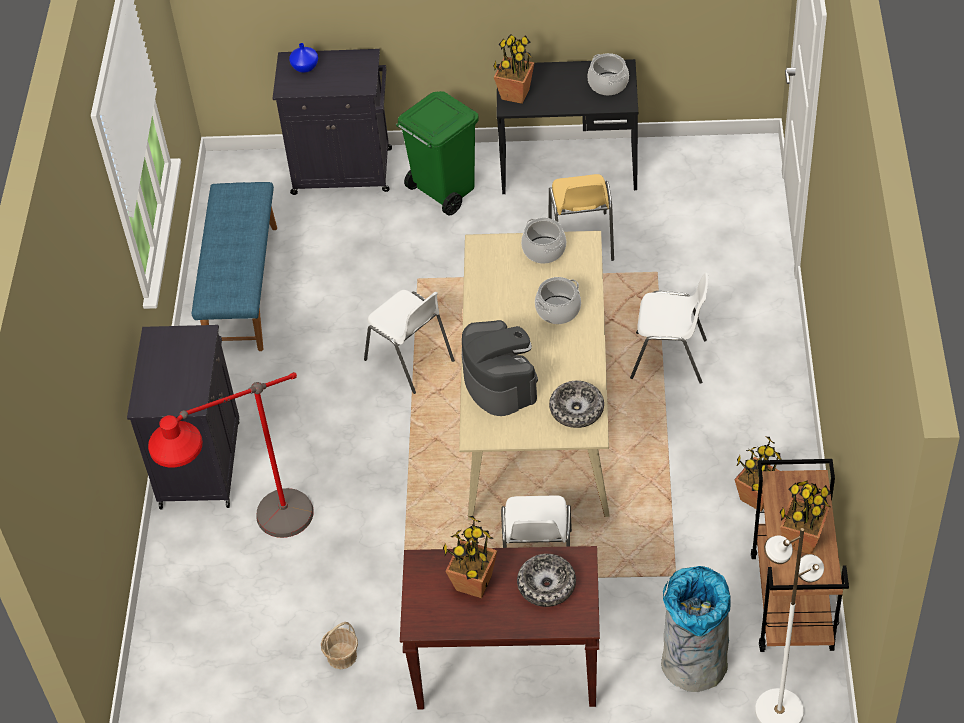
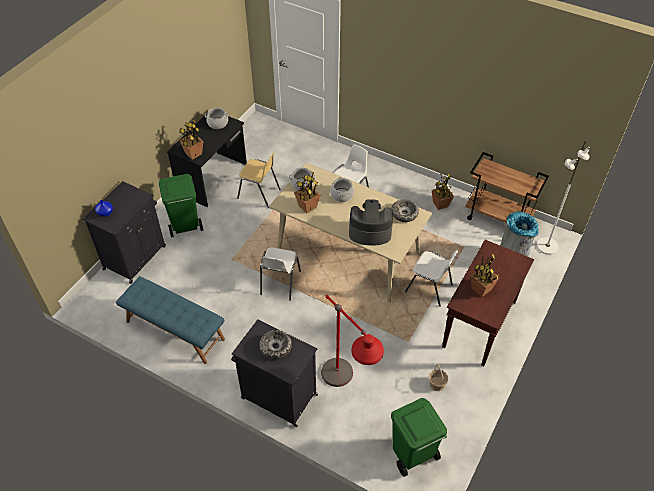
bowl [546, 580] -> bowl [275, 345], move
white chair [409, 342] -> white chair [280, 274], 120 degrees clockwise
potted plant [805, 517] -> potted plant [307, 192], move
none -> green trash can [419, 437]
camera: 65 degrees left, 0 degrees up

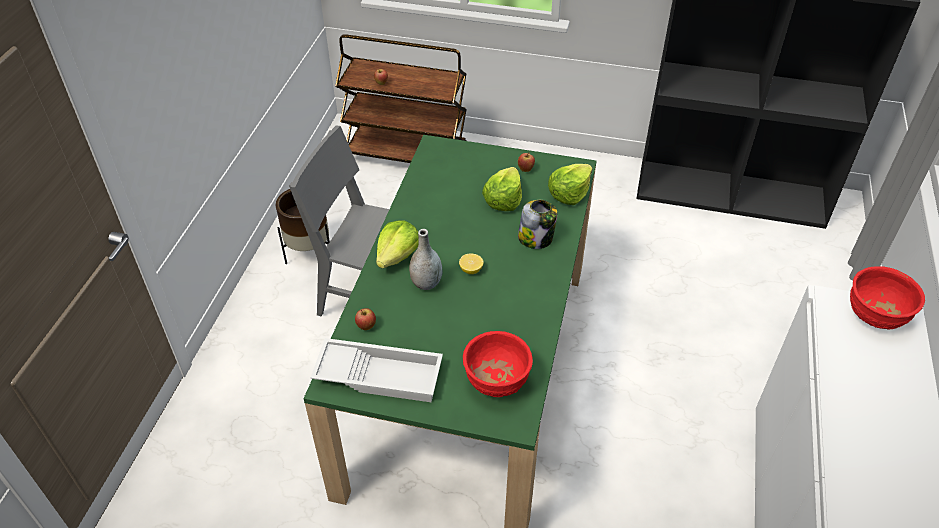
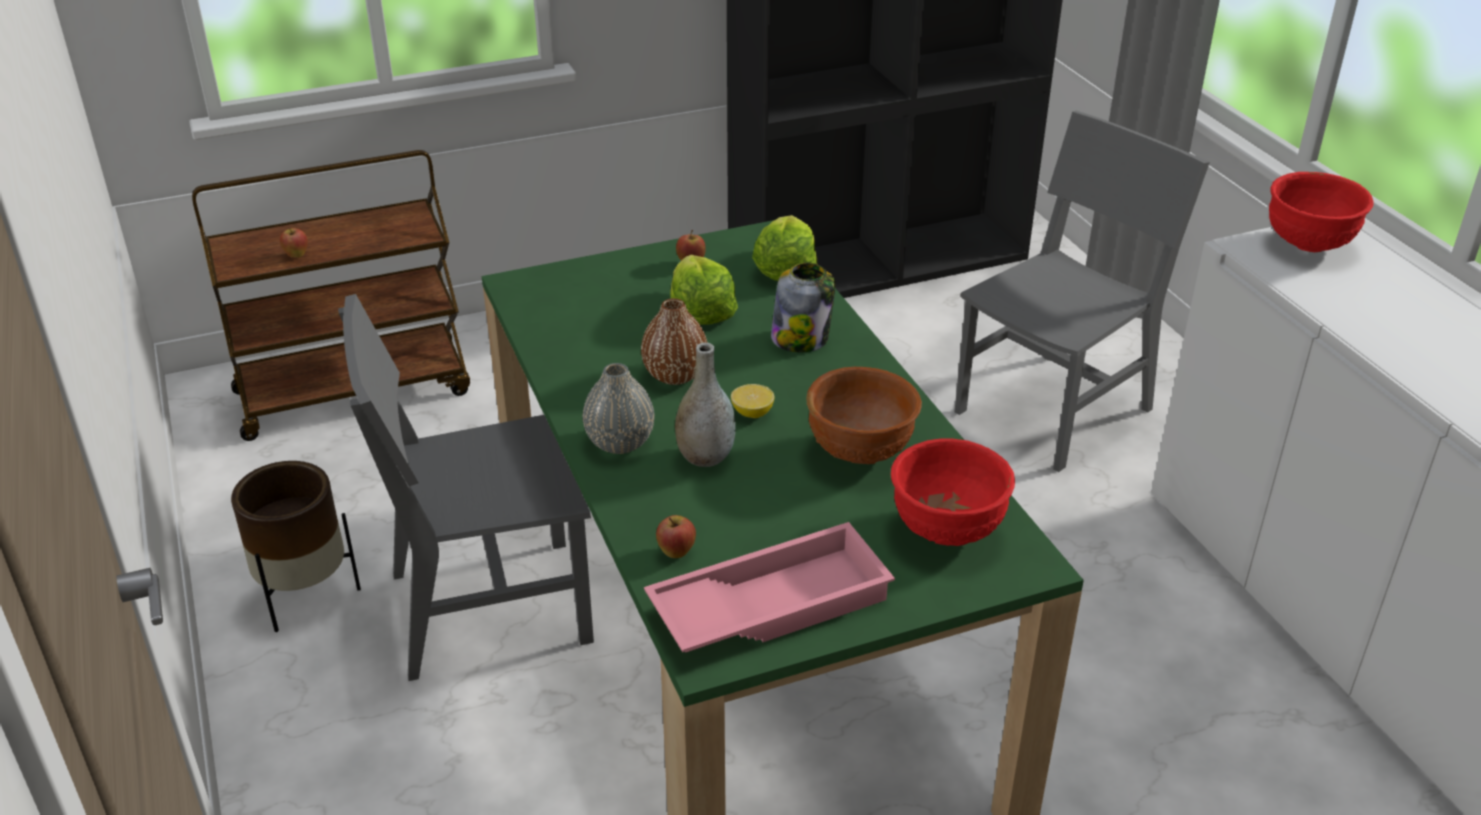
lettuce [397, 244] -> grey vase [618, 408]
none -> brown vase [674, 341]
white tray [376, 370] -> pink tray [769, 587]
none -> brown bowl [864, 415]
none -> grey chair [1082, 291]
camera: 35 degrees left, 10 degrees down

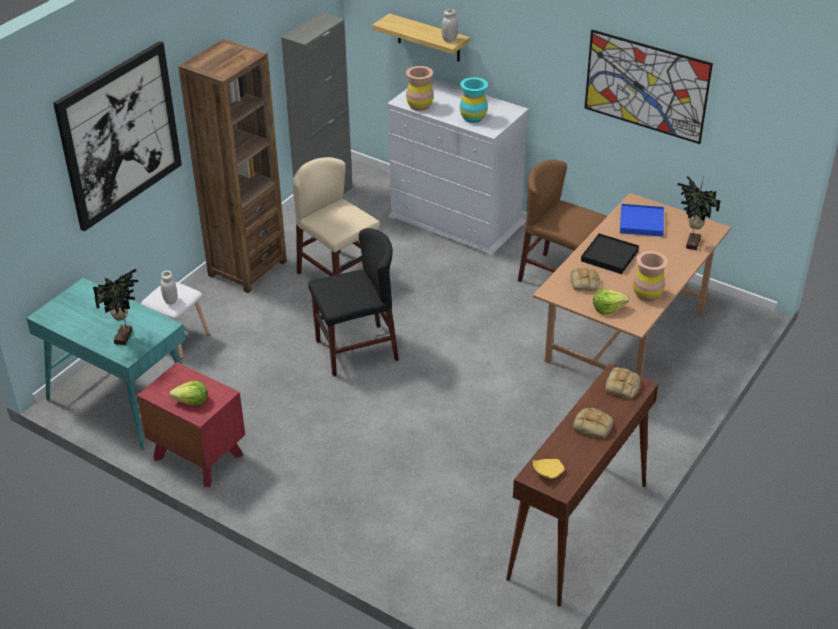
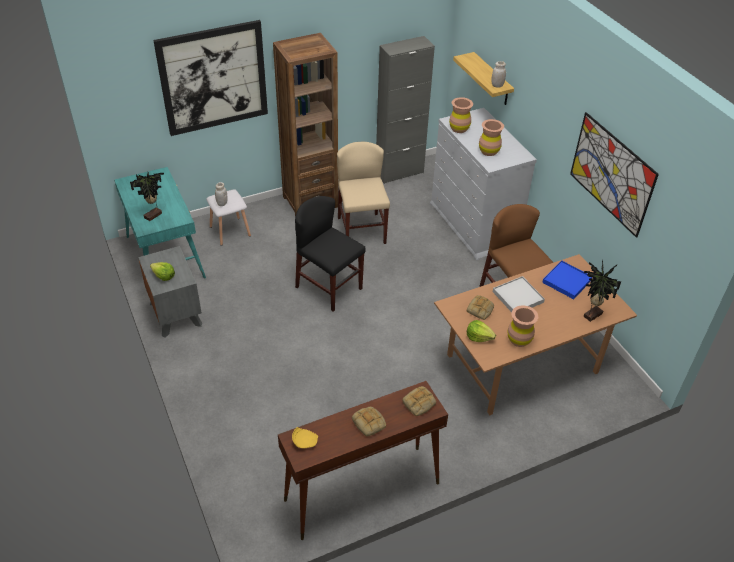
red nightstand [191, 424] -> grey nightstand [170, 292]
black chair [353, 302] -> black chair [330, 254], 150 degrees counterclockwise
turquoise vase [474, 100] -> brown vase [491, 137]
black tray [610, 253] -> white tray [519, 294]
camera: 30 degrees right, 5 degrees up

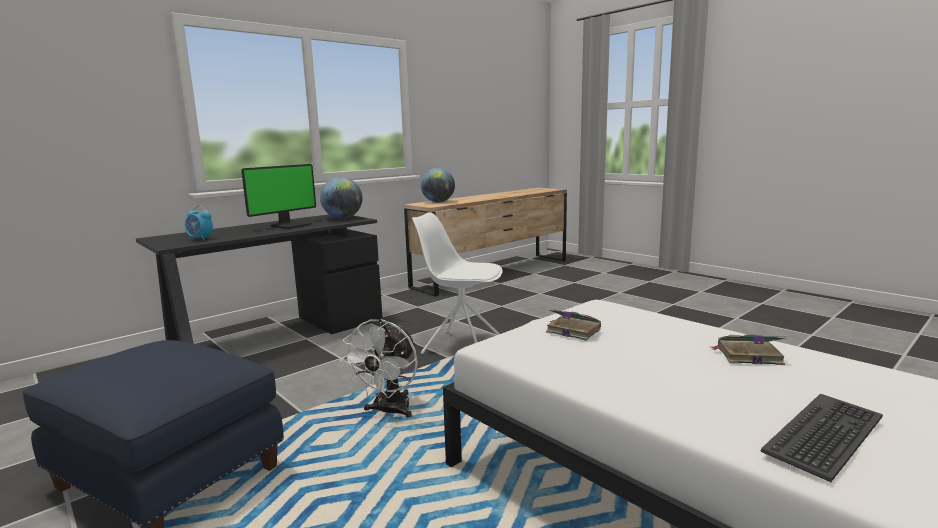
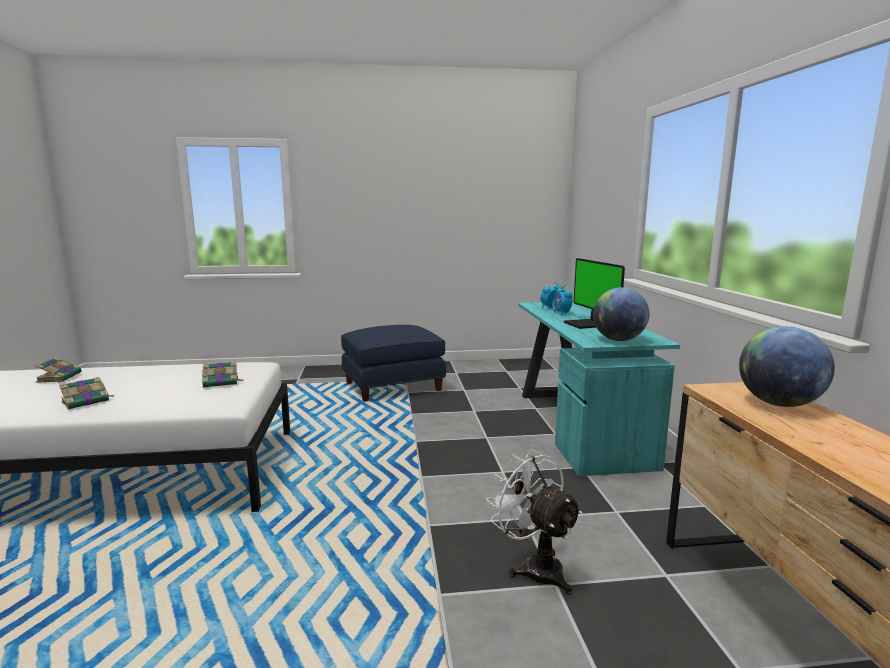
keyboard [821, 438] -> book [58, 370]
white fan [379, 368] -> white fan [534, 522], move
black desk [259, 279] -> turquoise desk [599, 388]
none -> alarm clock [562, 300]
white chair [457, 283] -> none
camera: 125 degrees right, 0 degrees up

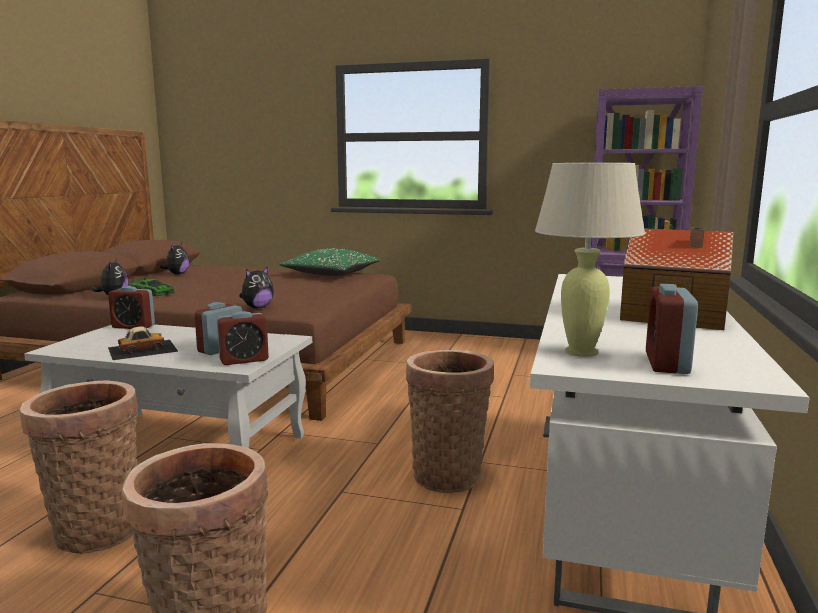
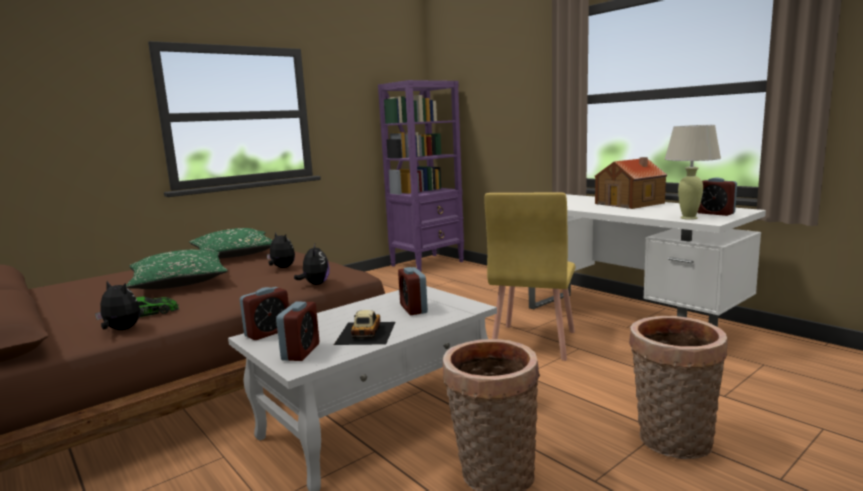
none -> green pillow [177, 269]
plush toy [174, 259] -> plush toy [281, 250], move
alarm clock [243, 338] -> alarm clock [297, 331], move
basket [450, 421] -> yellow chair [530, 277]
camera: 55 degrees left, 0 degrees up

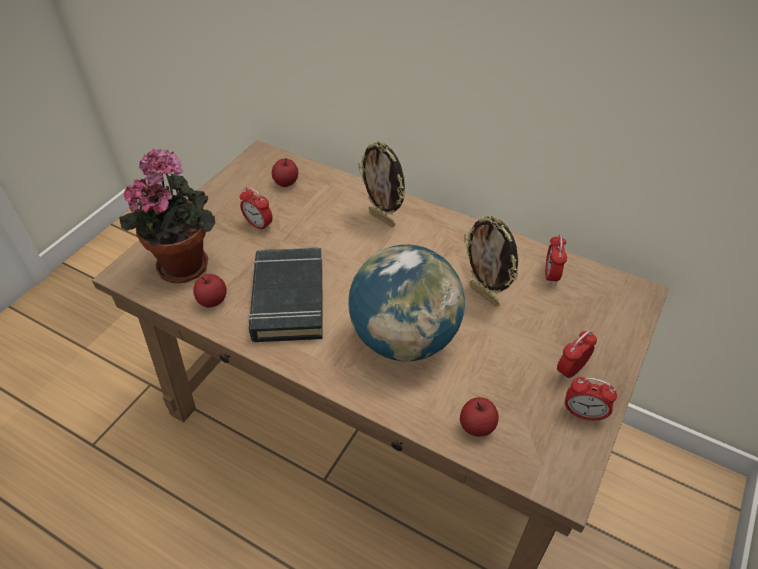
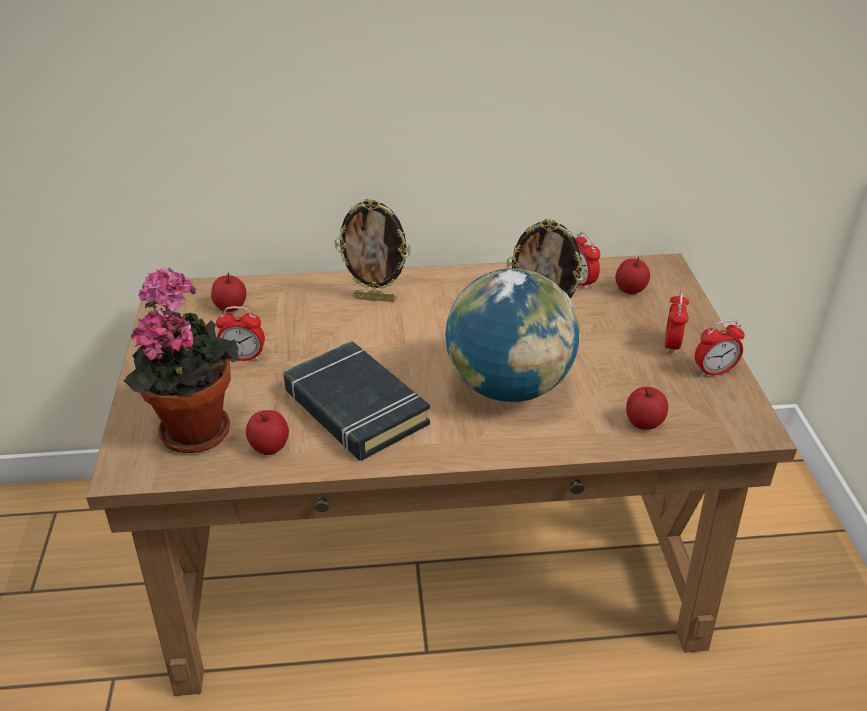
none -> apple [632, 275]
camera: 35 degrees left, 10 degrees down

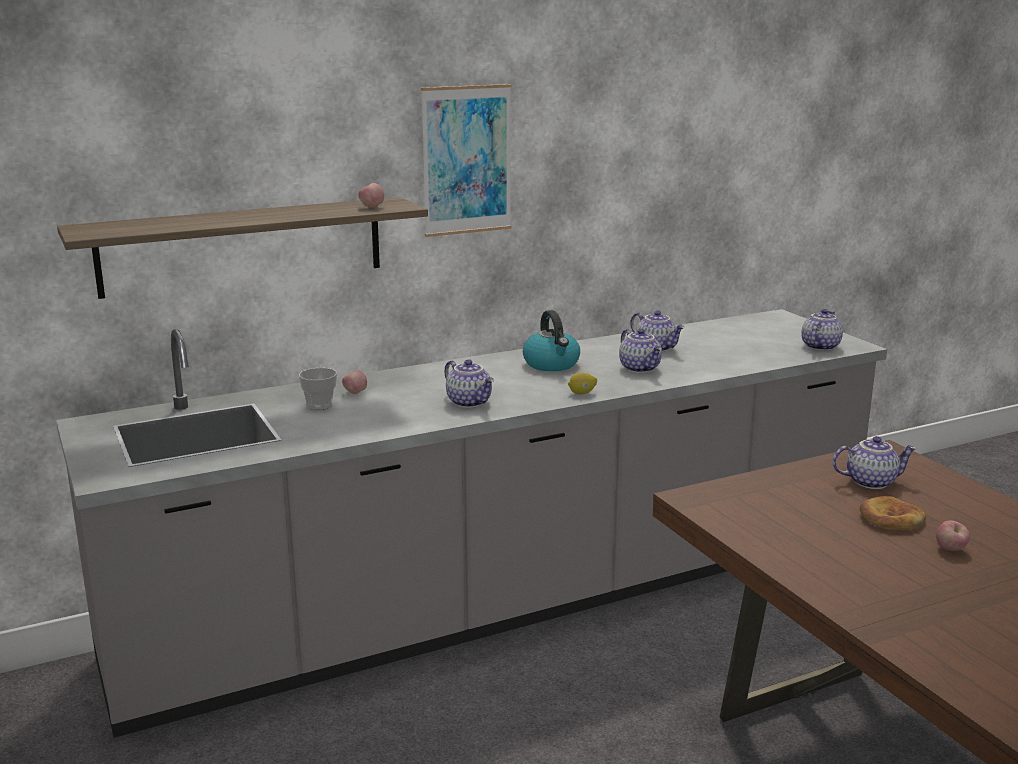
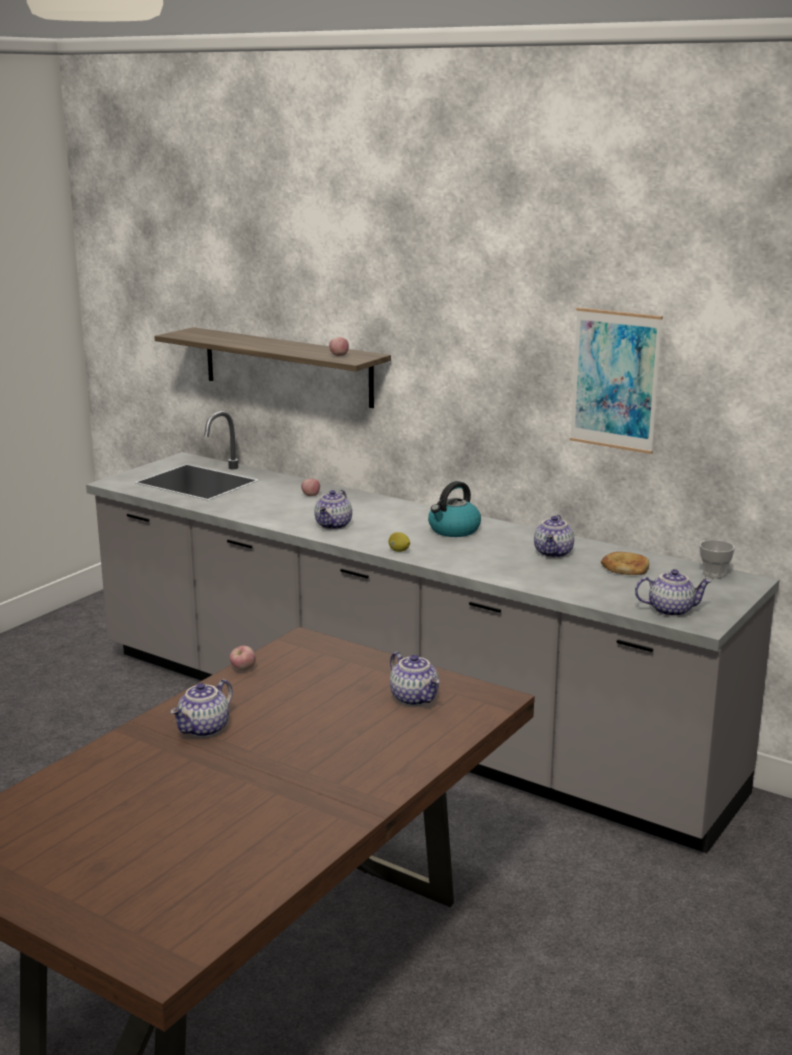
teapot [640, 351] -> teapot [201, 708], move
apple [953, 536] -> apple [243, 658], move
picture [466, 160] -> picture [616, 380], move
bread [893, 513] -> bread [625, 563], move
cup [318, 389] -> cup [717, 559], move
camera: 60 degrees right, 0 degrees up

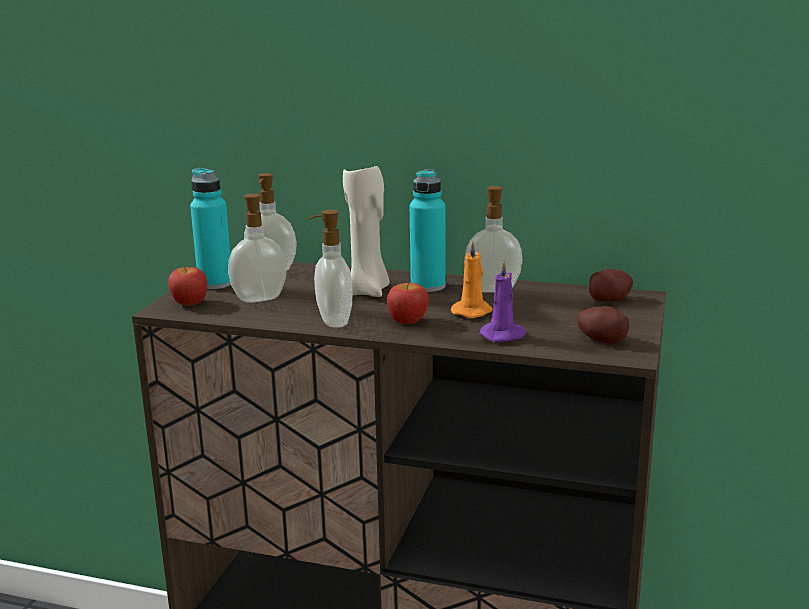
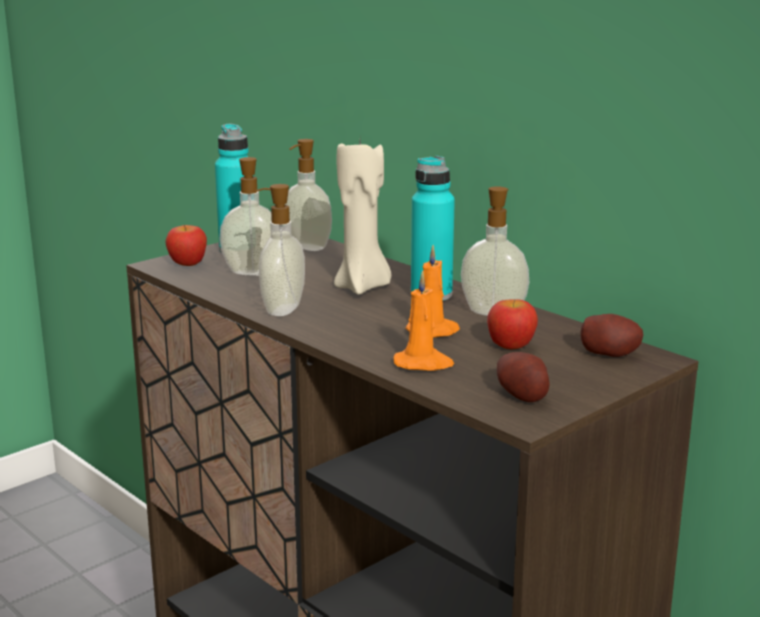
purple candle [503, 300] -> orange candle [424, 321]
apple [408, 303] -> apple [512, 324], move
camera: 30 degrees right, 0 degrees up

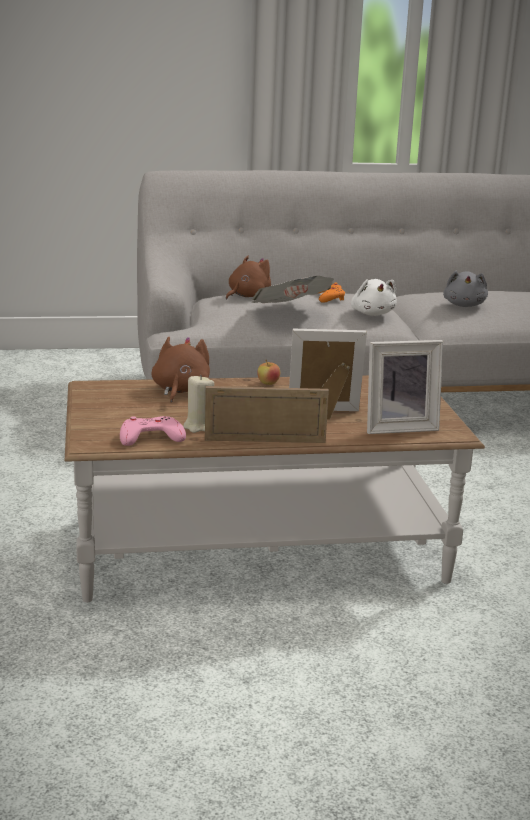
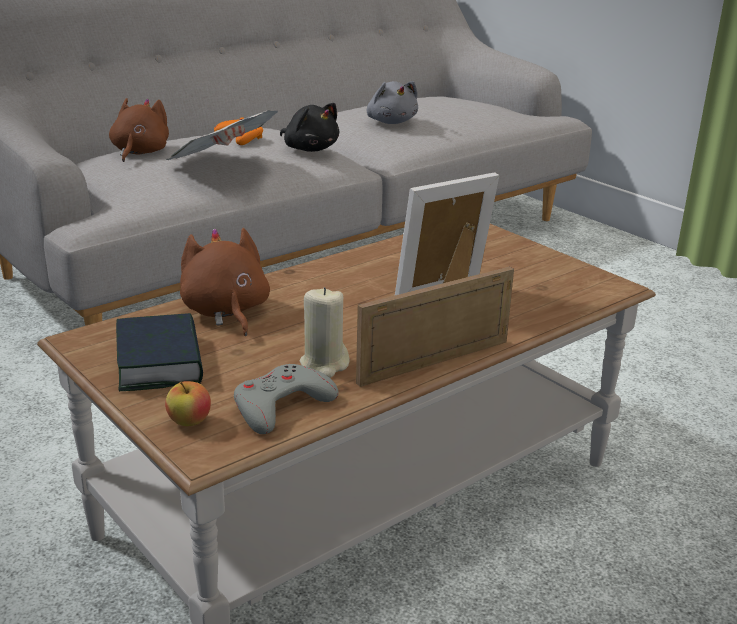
none -> book [159, 352]
apple [268, 372] -> apple [188, 403], move
pink game controller [153, 431] -> grey game controller [286, 399]
white plush toy [374, 297] -> black plush toy [309, 127]
picture frame [405, 387] -> none
camera: 30 degrees left, 5 degrees up

